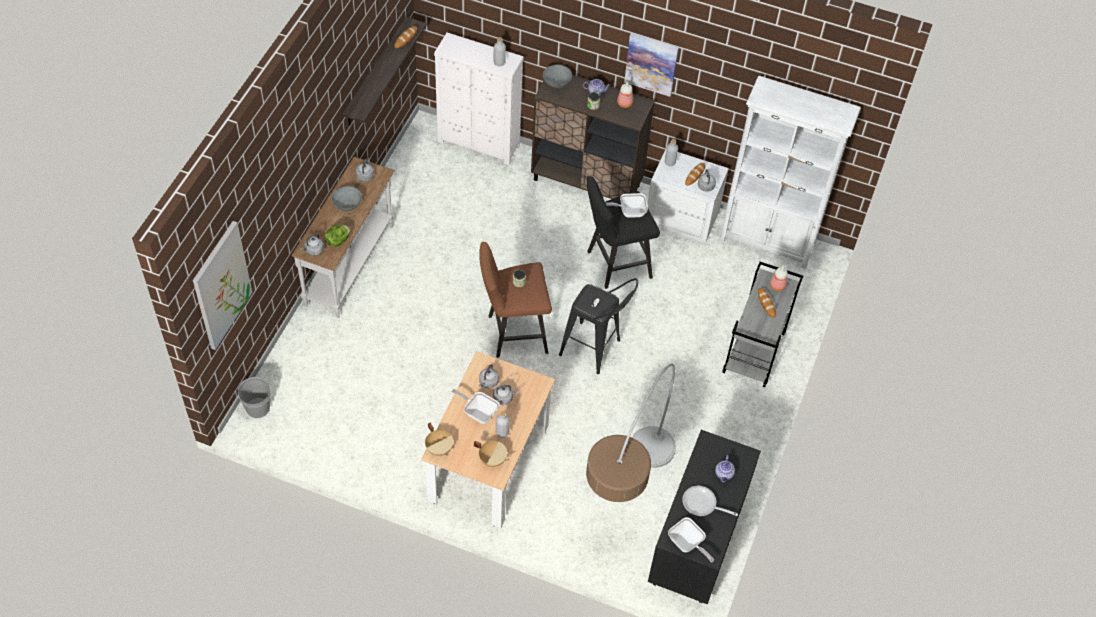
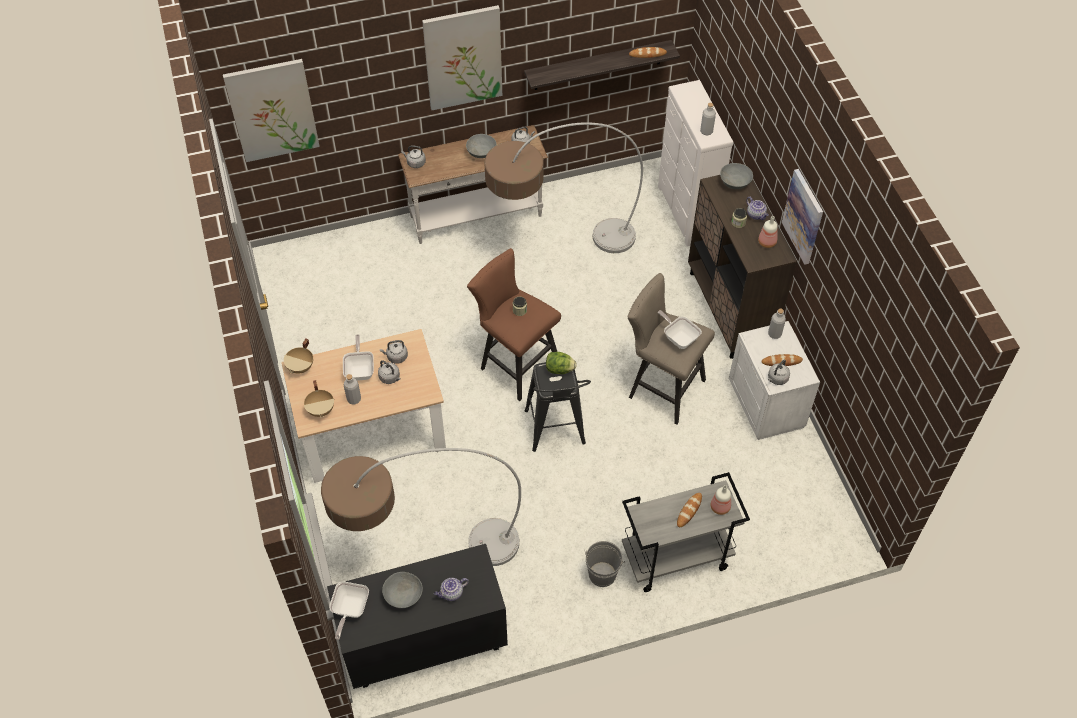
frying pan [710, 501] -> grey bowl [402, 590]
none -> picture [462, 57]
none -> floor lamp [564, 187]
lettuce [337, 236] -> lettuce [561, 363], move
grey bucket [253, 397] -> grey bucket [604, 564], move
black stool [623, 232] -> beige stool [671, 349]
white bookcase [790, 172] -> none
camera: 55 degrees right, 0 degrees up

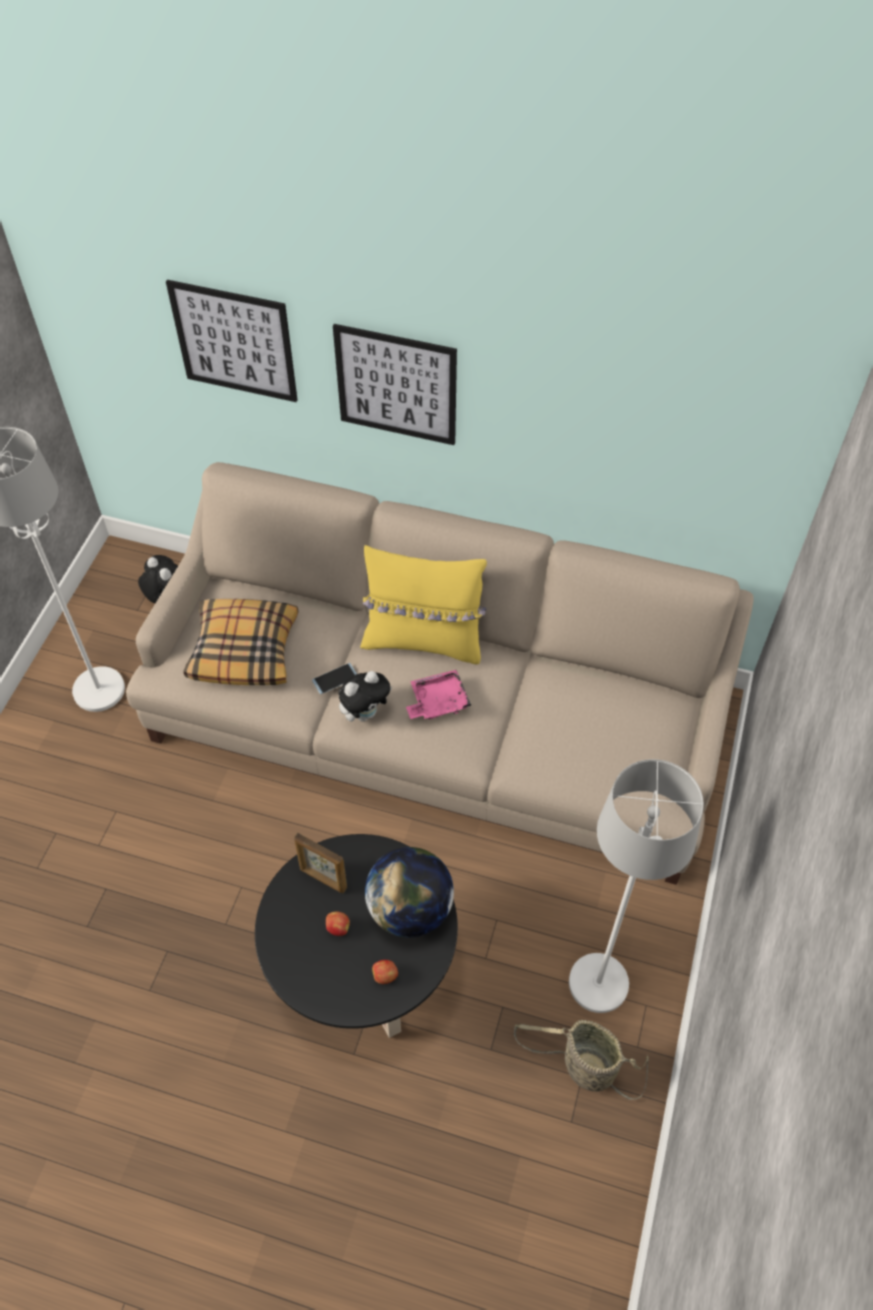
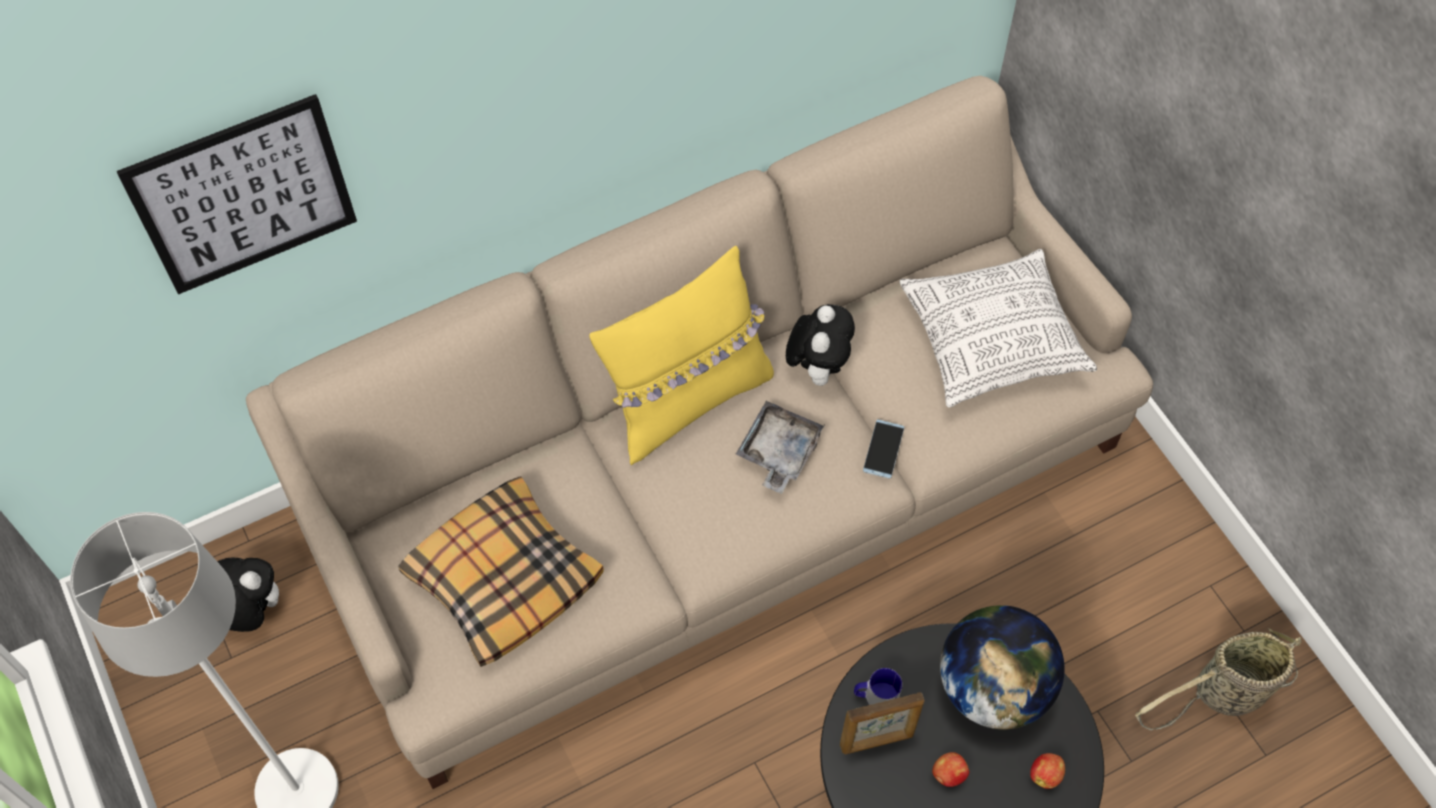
pink tray [438, 695] -> grey tray [780, 447]
plush toy [365, 696] -> plush toy [820, 345], move
none -> mug [878, 686]
phone [334, 678] -> phone [883, 449], move
none -> pillow [998, 328]
picture [395, 384] -> none
white floor lamp [636, 886] -> none
camera: 45 degrees left, 5 degrees up

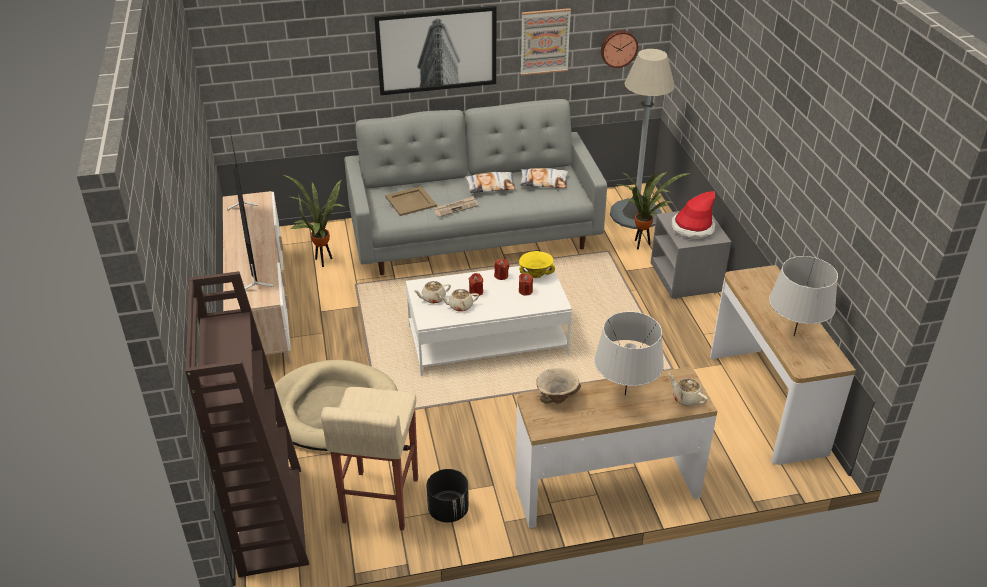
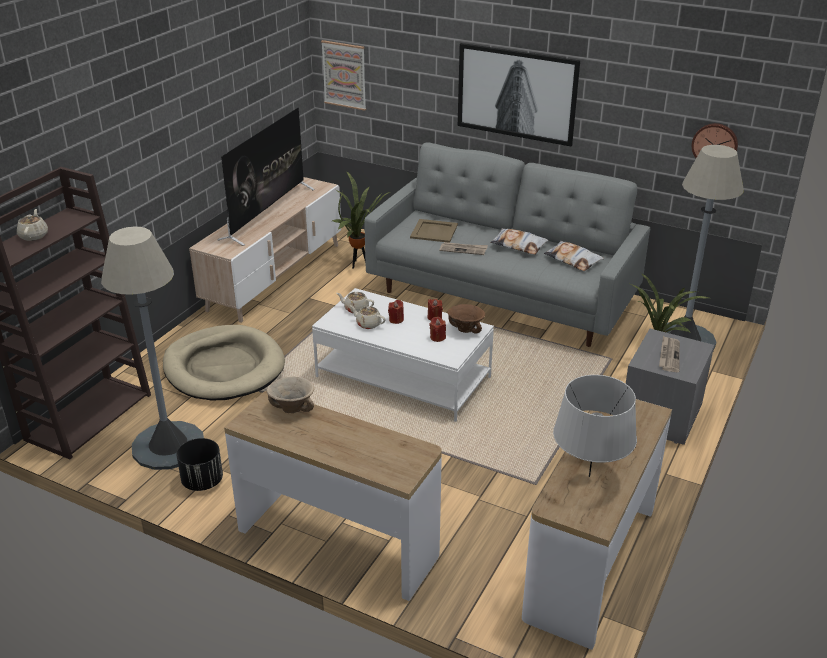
beige teapot [688, 389] -> beige teapot [32, 225], move
beige stool [369, 458] -> grey floor lamp [152, 348]
picture [546, 41] -> picture [343, 75], move
yellow bowl [537, 264] -> brown bowl [466, 319]
hat [693, 215] -> newspaper [669, 354]
grey table lamp [629, 353] -> none
camera: 40 degrees right, 5 degrees down

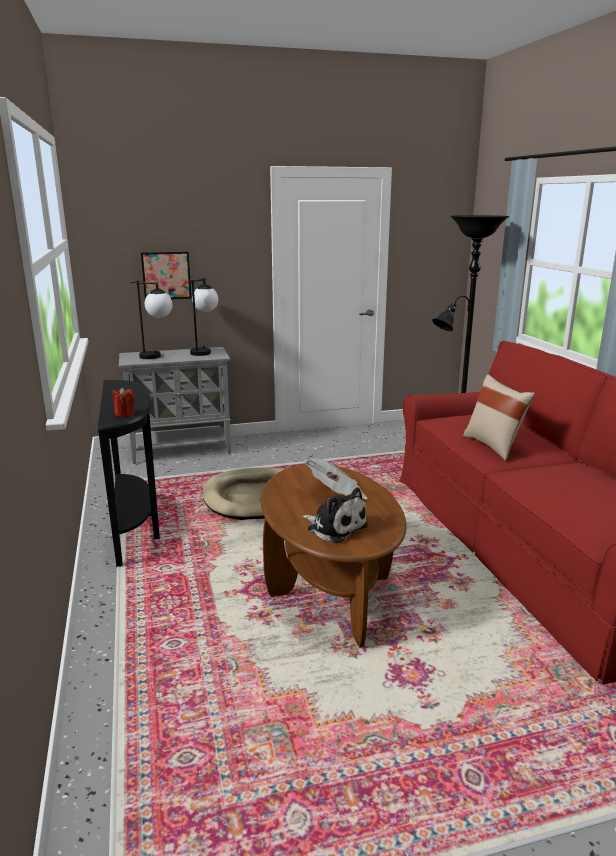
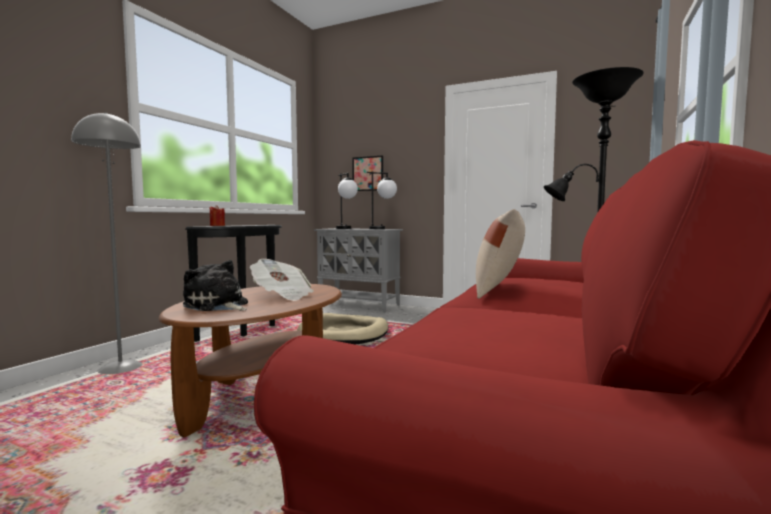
none -> grey floor lamp [106, 243]
plush toy [335, 515] -> plush toy [215, 285], 135 degrees clockwise
camera: 40 degrees right, 15 degrees down

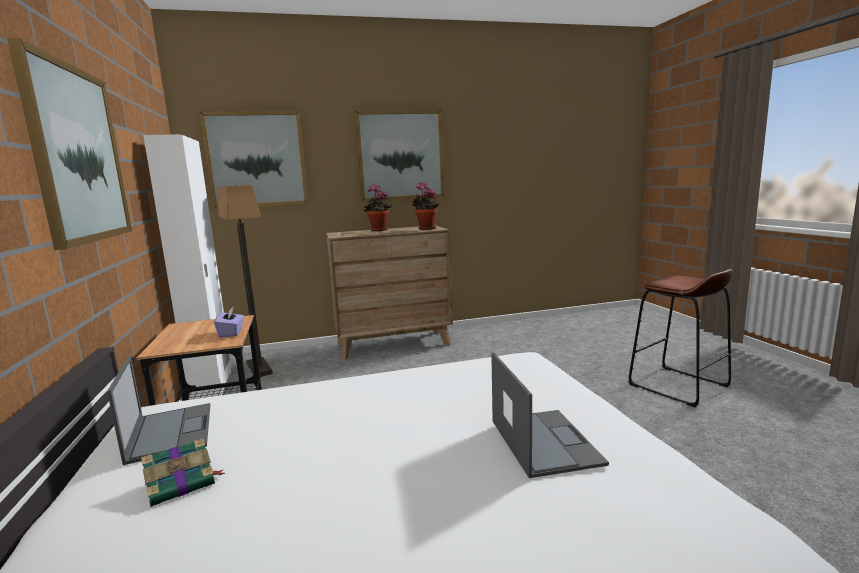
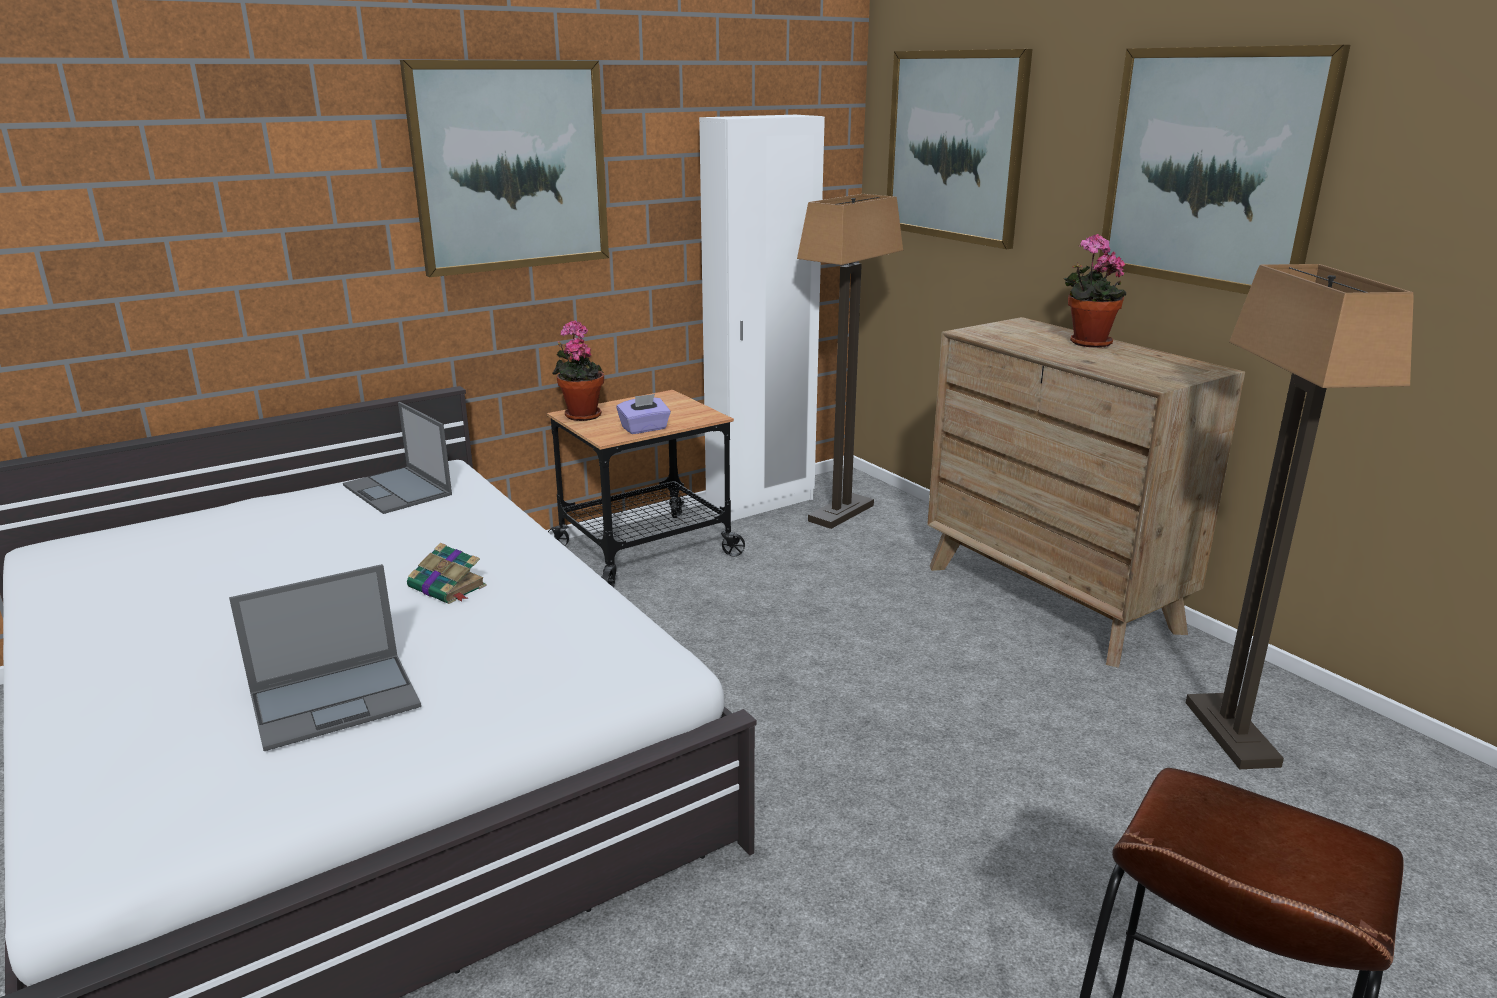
laptop [158, 410] -> laptop [397, 458], 90 degrees clockwise
book [183, 472] -> book [447, 573], move
potted plant [425, 206] -> potted plant [578, 370], move
none -> floor lamp [1300, 516]
camera: 70 degrees right, 10 degrees up

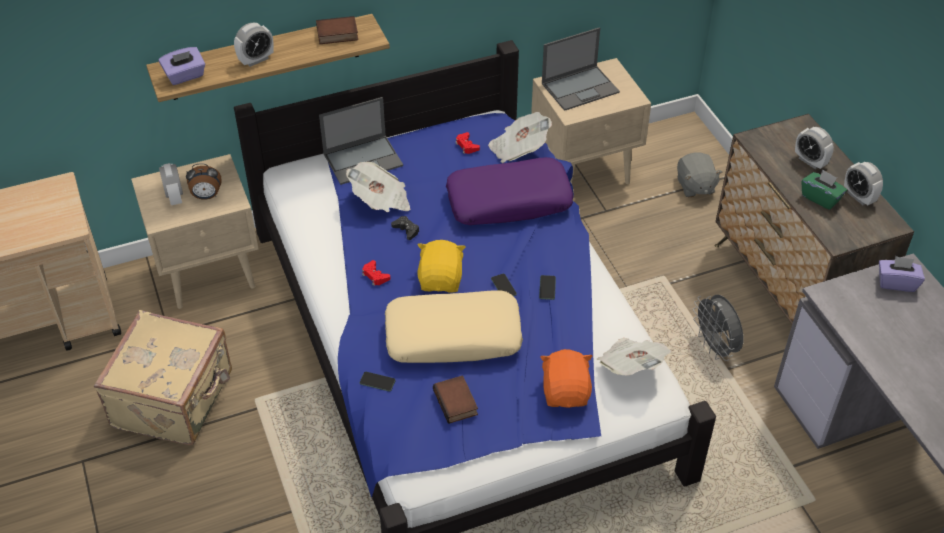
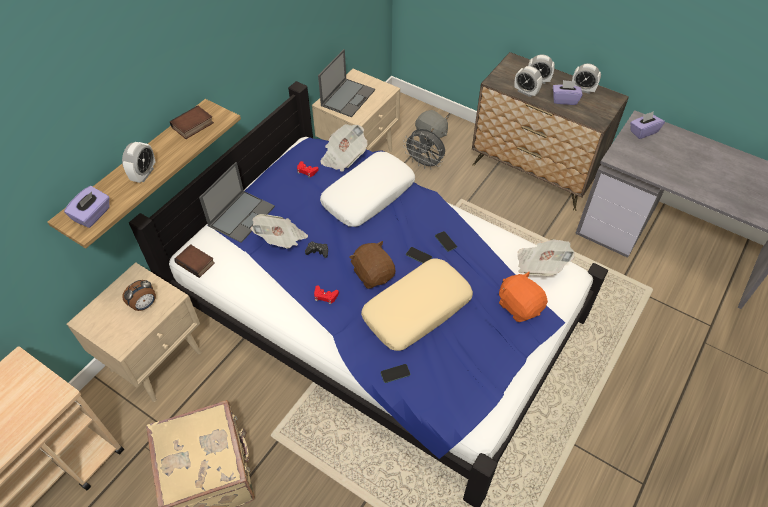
book [455, 399] -> book [195, 261], move
purple pillow [509, 191] -> white pillow [367, 189]
yellow plush toy [441, 266] -> brown plush toy [372, 265]
grey fan [718, 328] -> grey fan [424, 149], move
alarm clock [171, 184] -> alarm clock [528, 81], move
green tissue box [824, 190] -> purple tissue box [568, 92]
camera: 35 degrees left, 5 degrees up

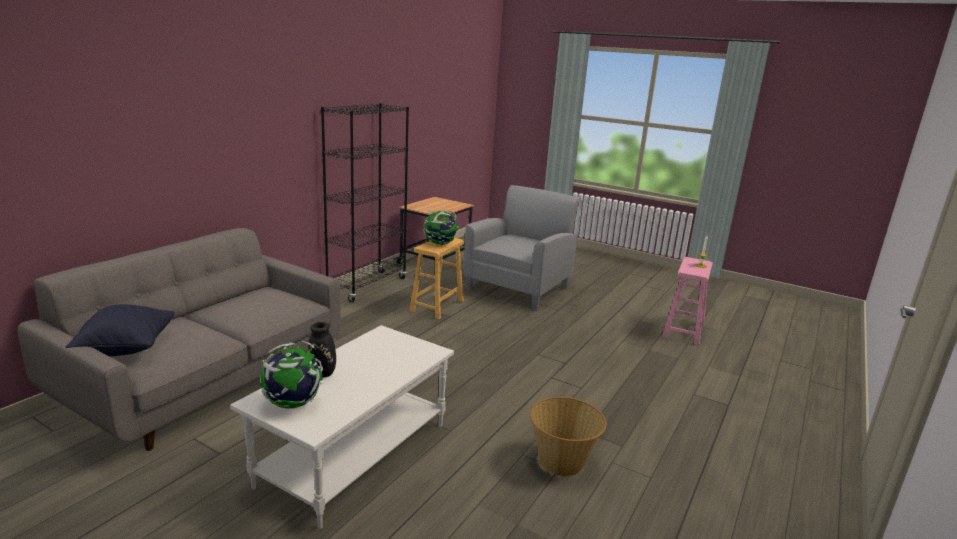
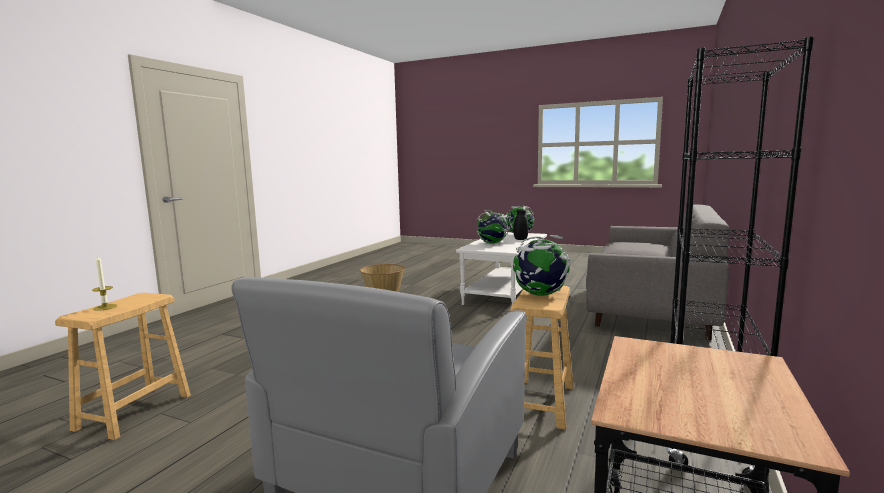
pink stool [687, 301] -> brown stool [123, 366]
none -> globe [493, 227]
black pillow [120, 330] -> none
camera: 175 degrees right, 10 degrees down

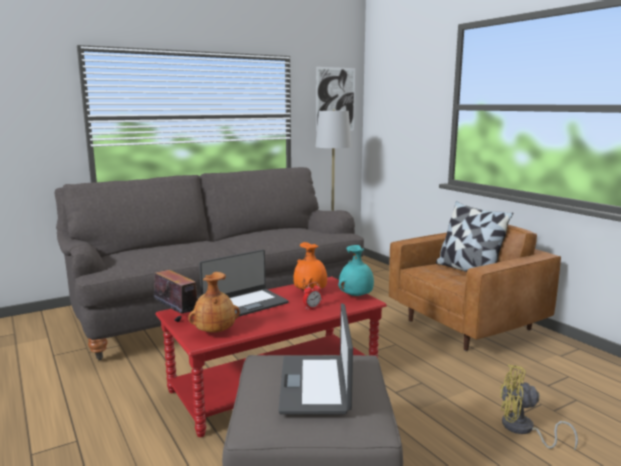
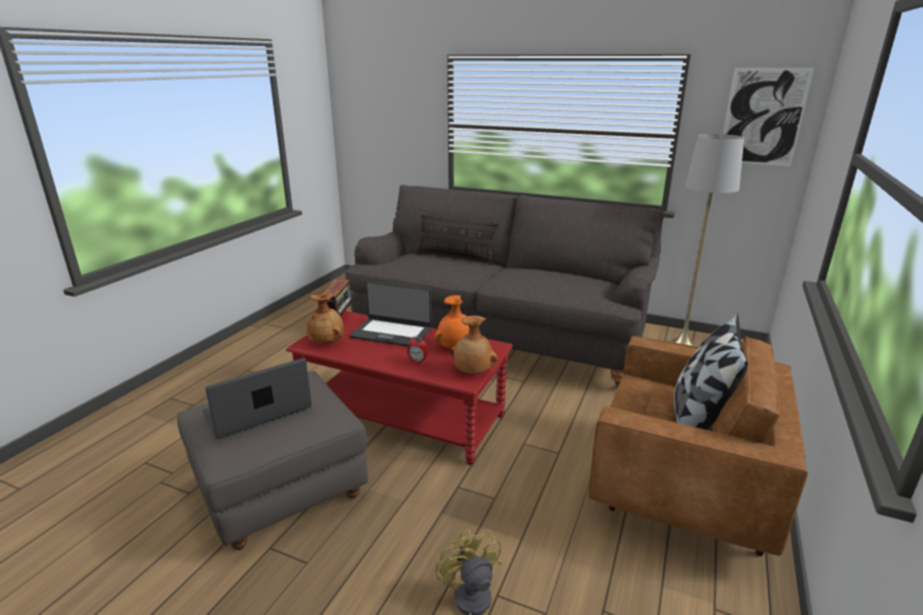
none -> pillow [457, 239]
turquoise vase [356, 270] -> brown vase [474, 344]
camera: 55 degrees right, 10 degrees up

